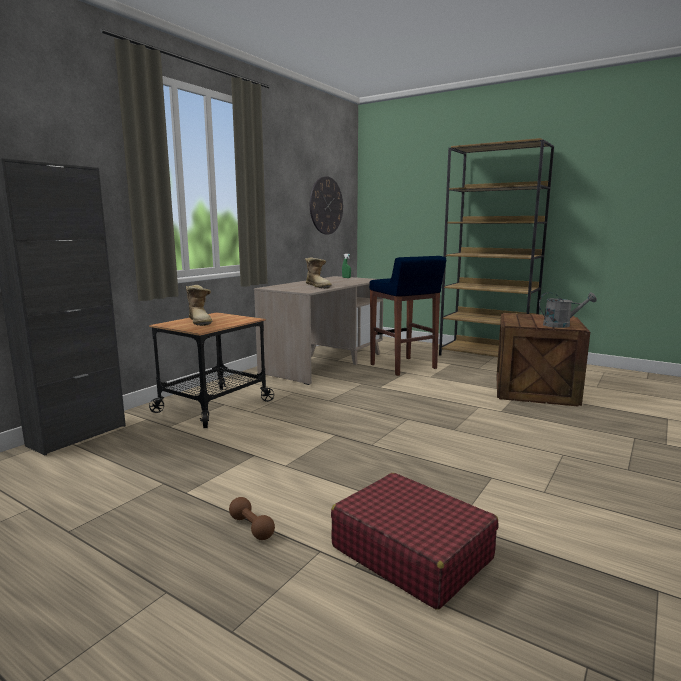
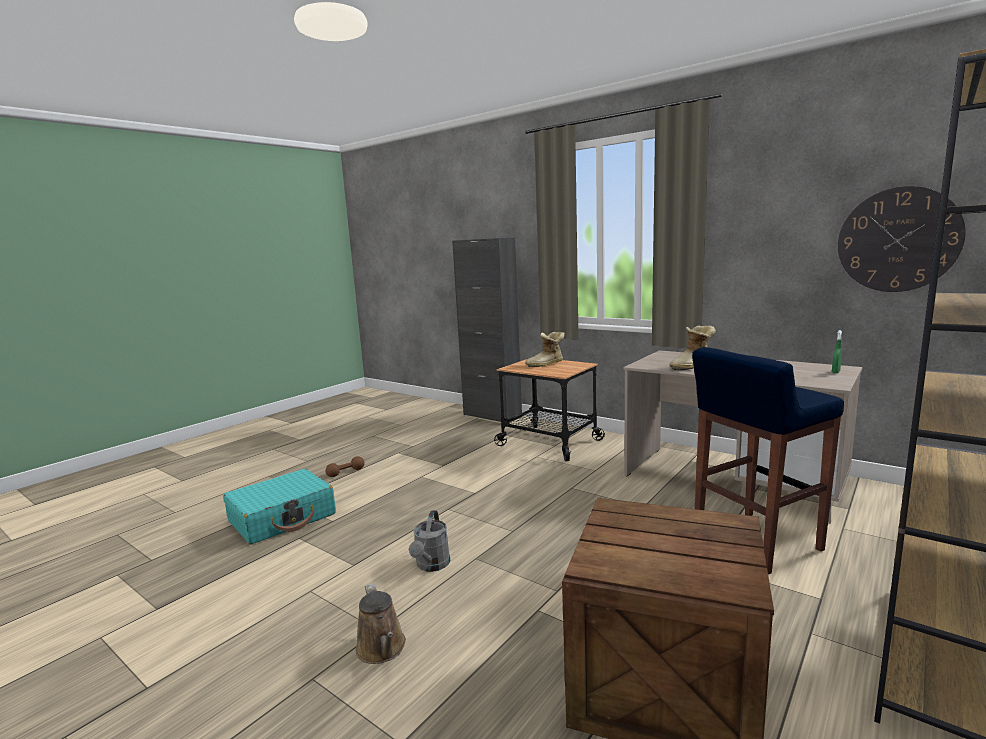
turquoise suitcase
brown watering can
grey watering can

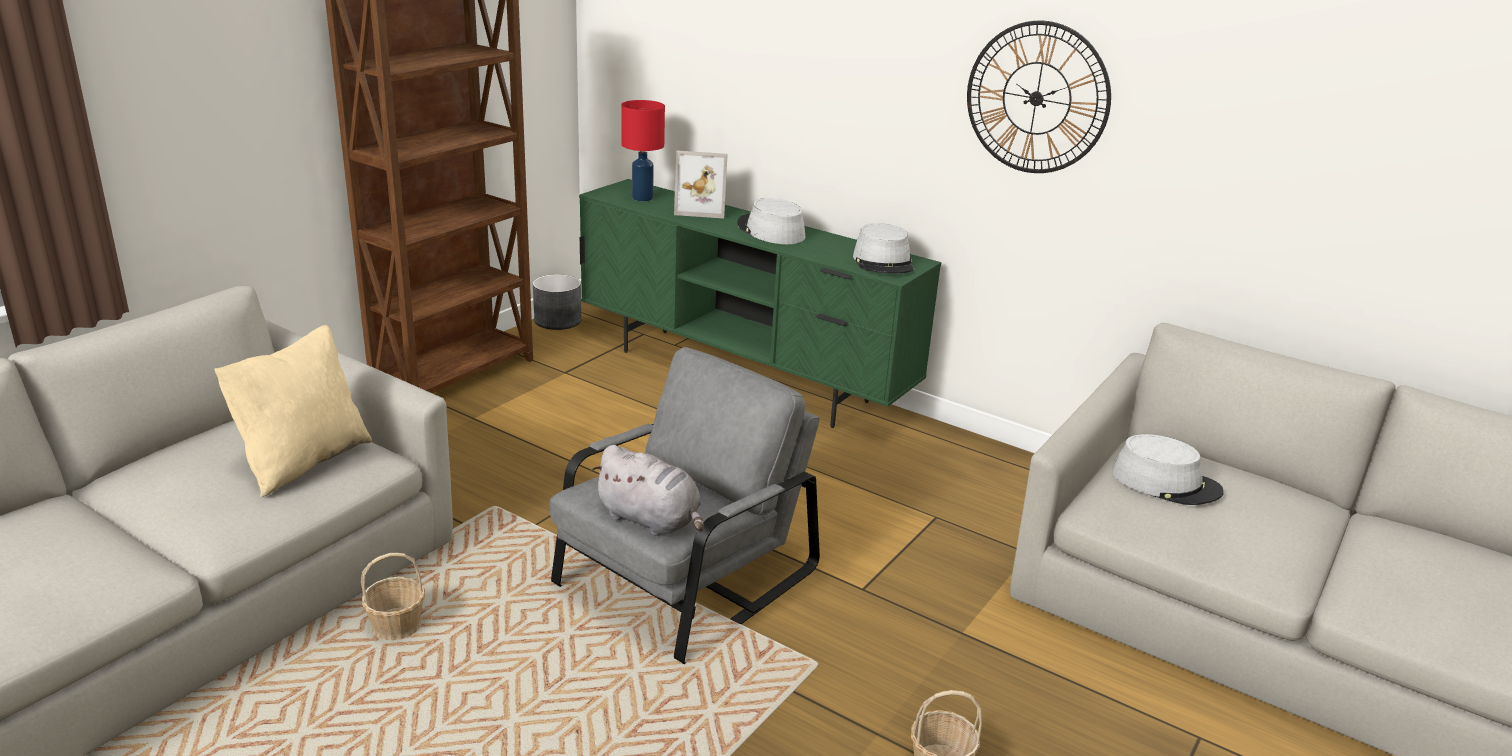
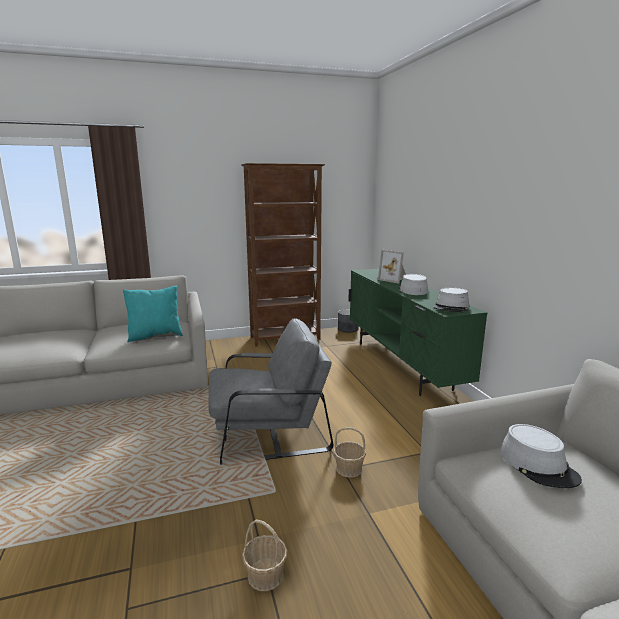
turquoise pillow
basket (2nd from left)
grey plush toy
red table lamp
wall clock

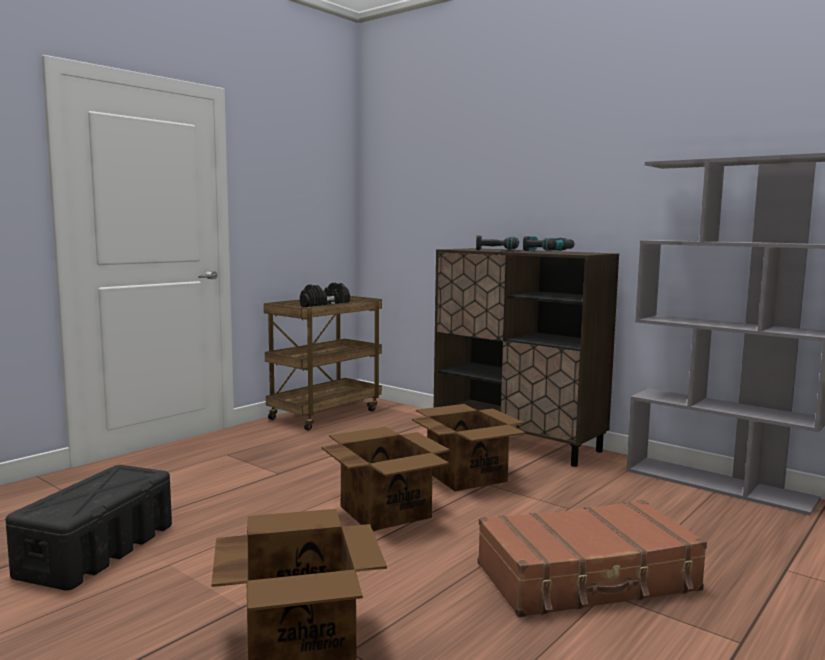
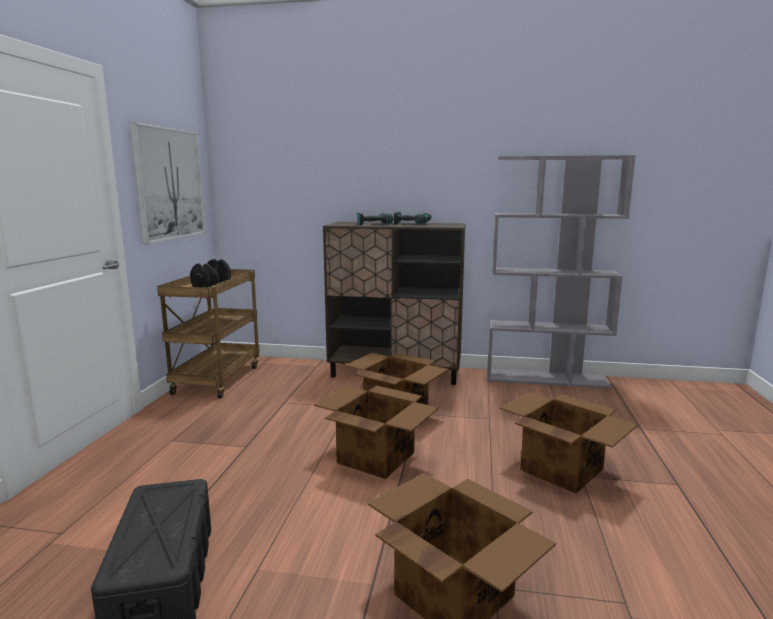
picture
cardboard box (4th from left)

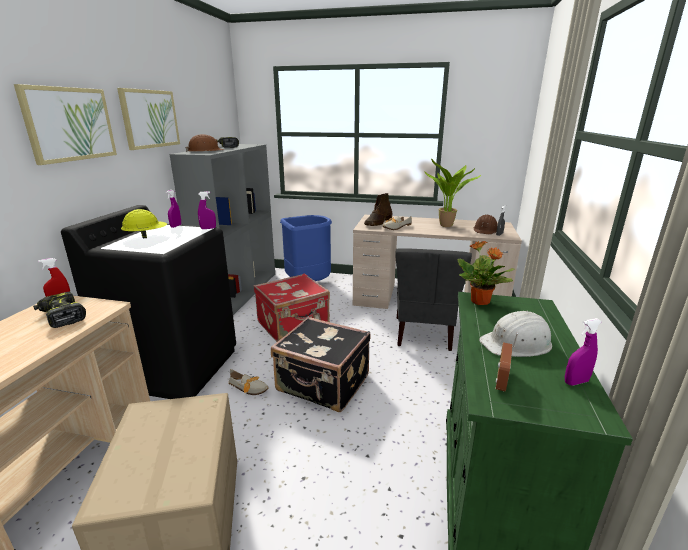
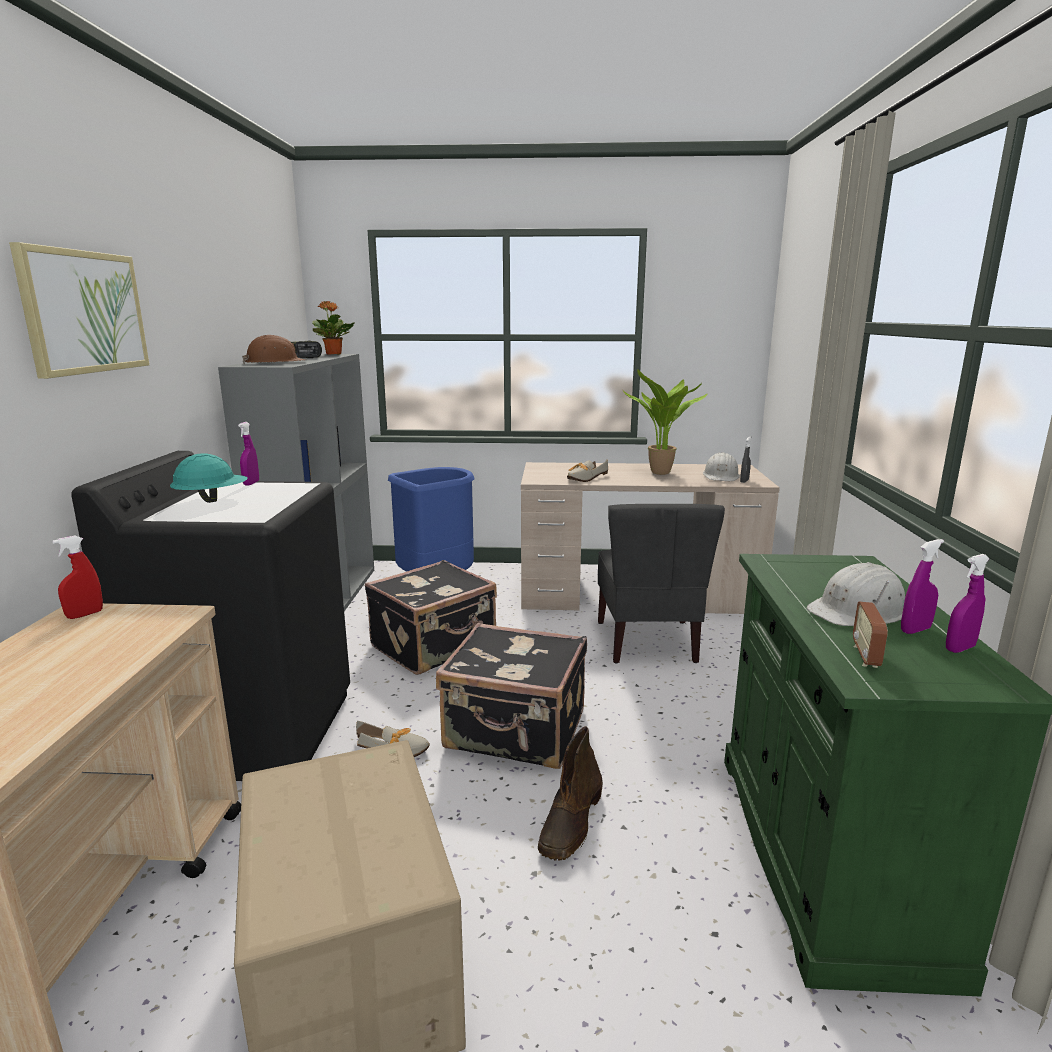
turquoise hard hat
potted plant (1st from left)
black suitcase (1st from left)
brown boot
white hard hat (1st from left)
purple spray bottle (2nd from left)
power drill (1st from left in the first image)
picture (2nd from left in the first image)

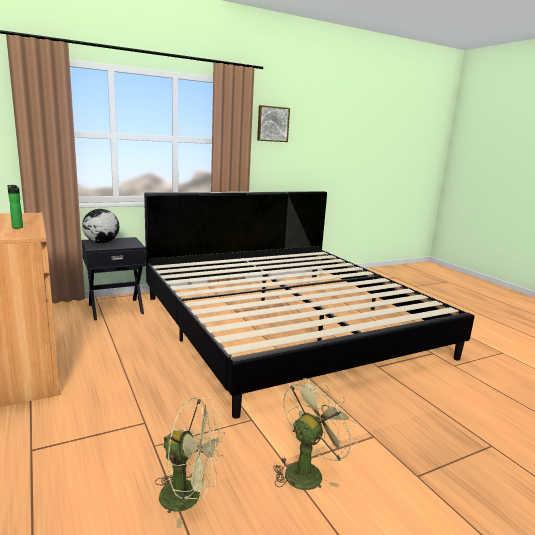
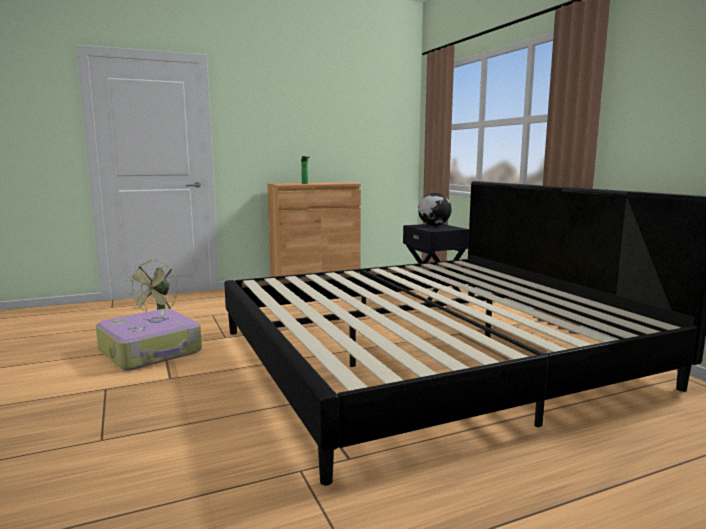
suitcase
picture

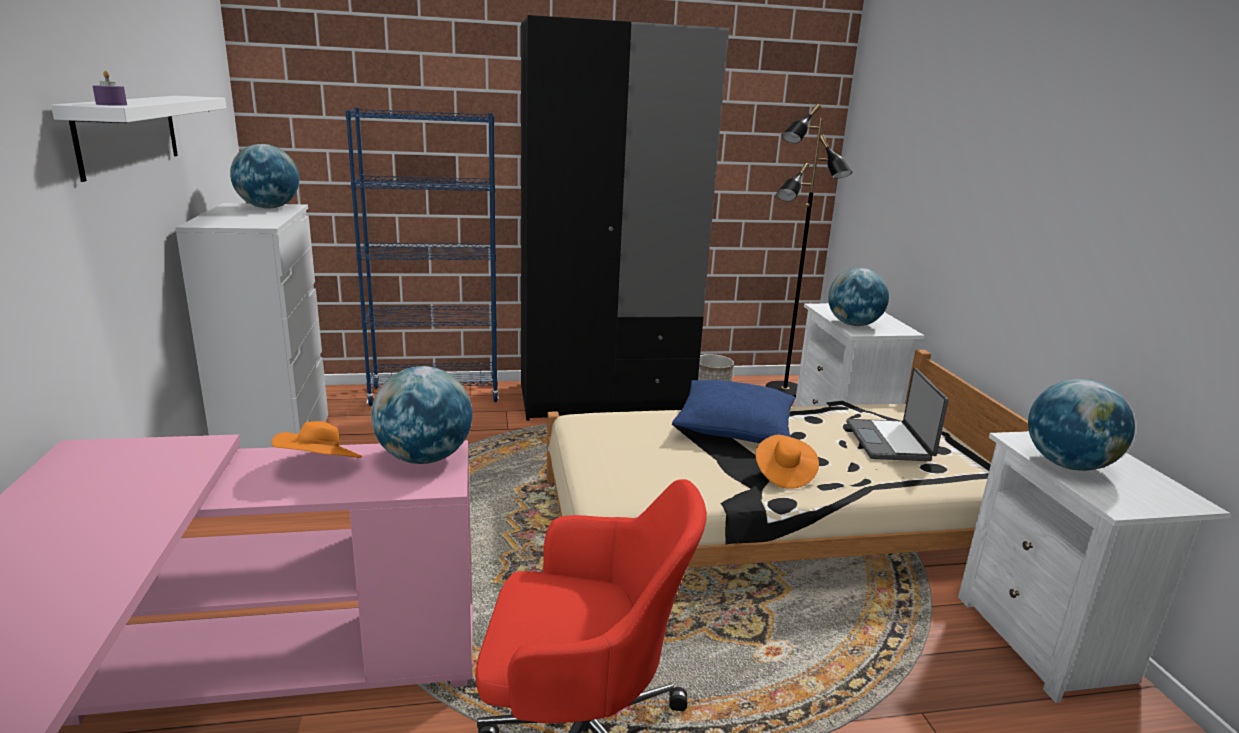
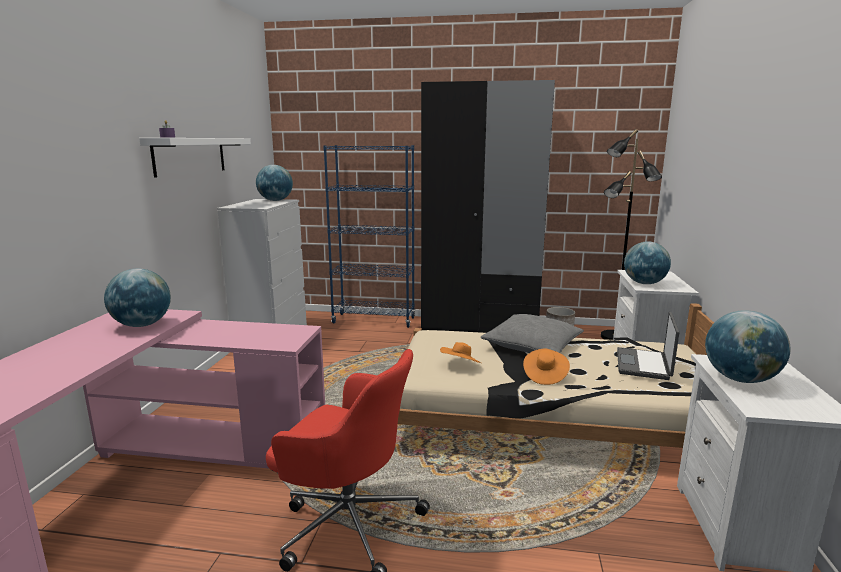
globe (1st from left)
orange hat (1st from left)
grey pillow

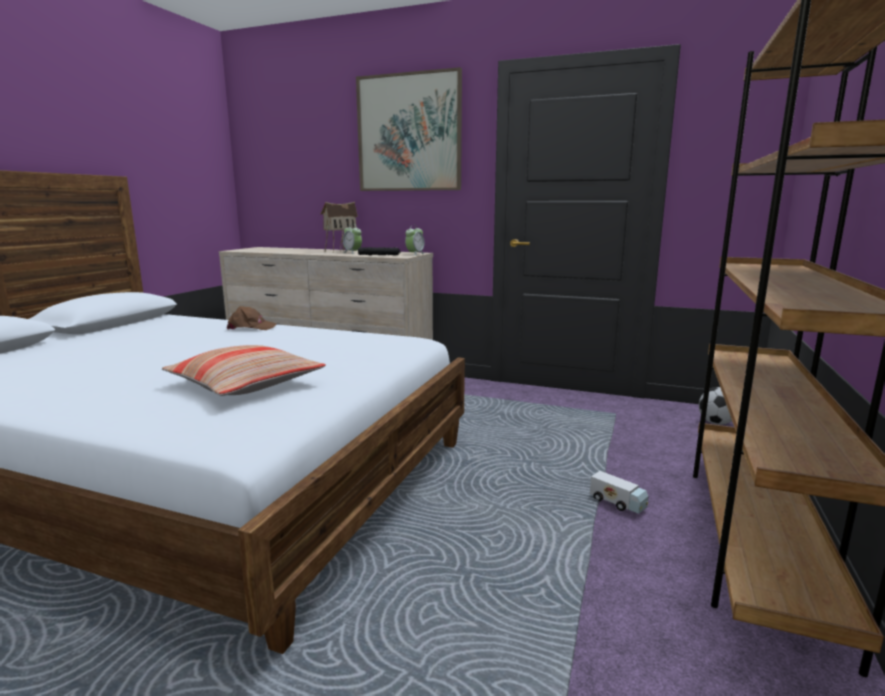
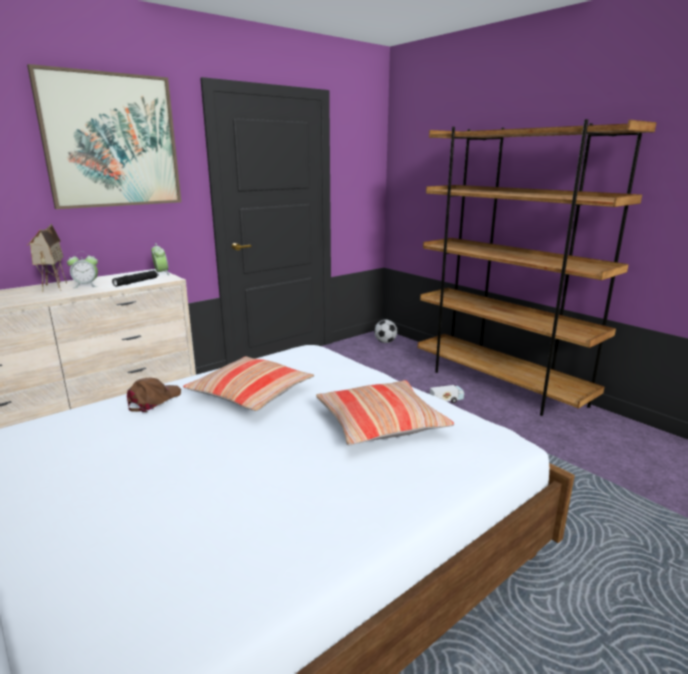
pillow (1st from left)

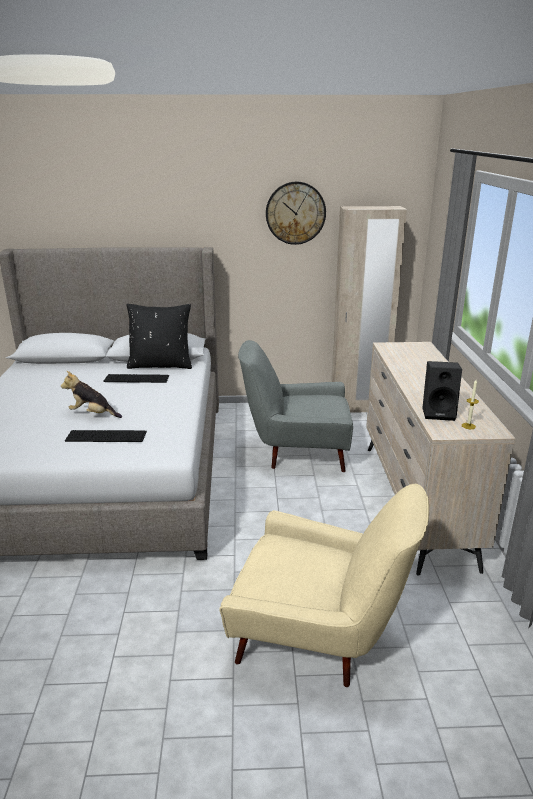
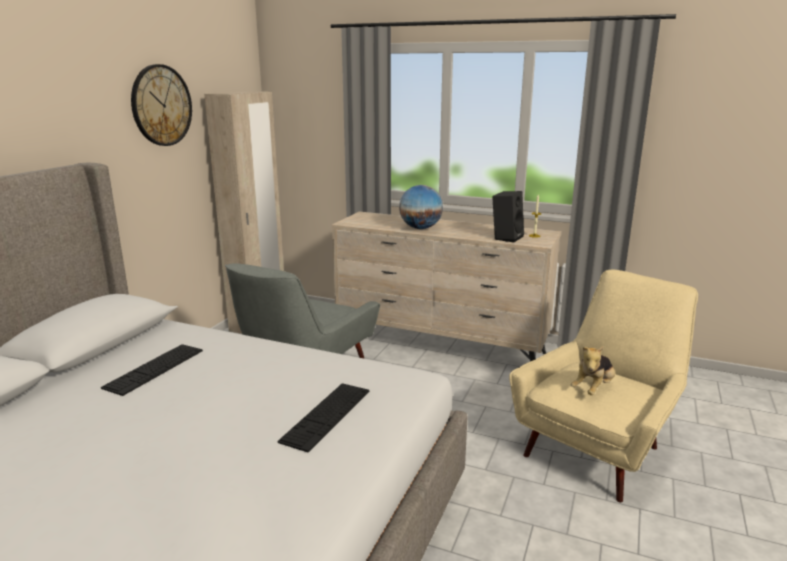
globe
plush toy
black pillow

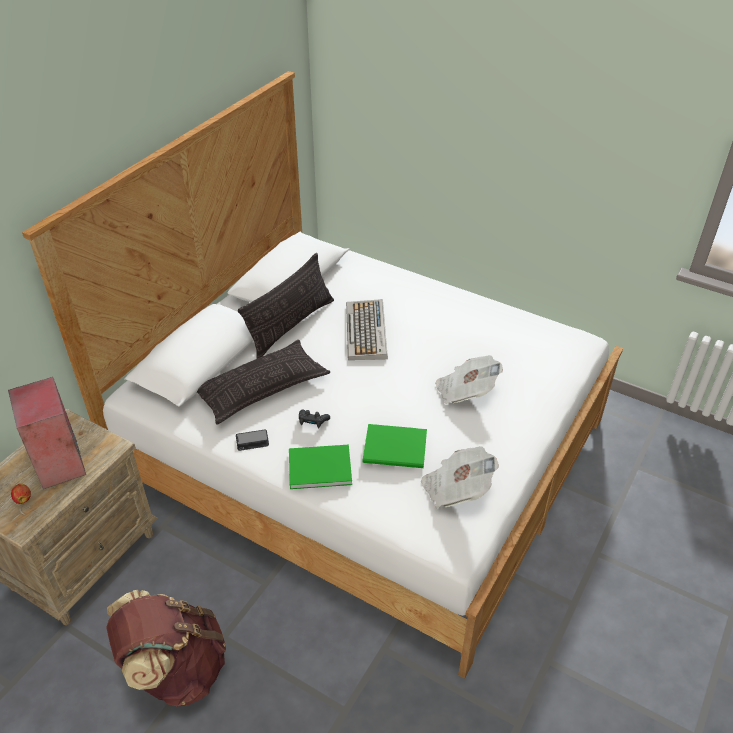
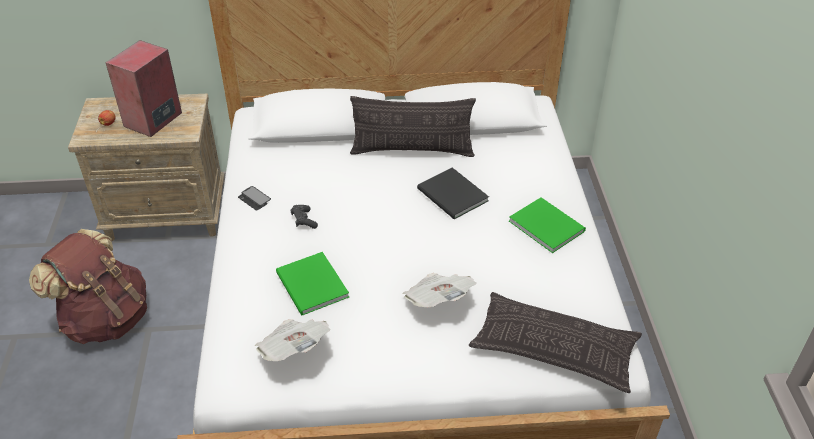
black book
pillow (2nd from left)
green book (2nd from left)

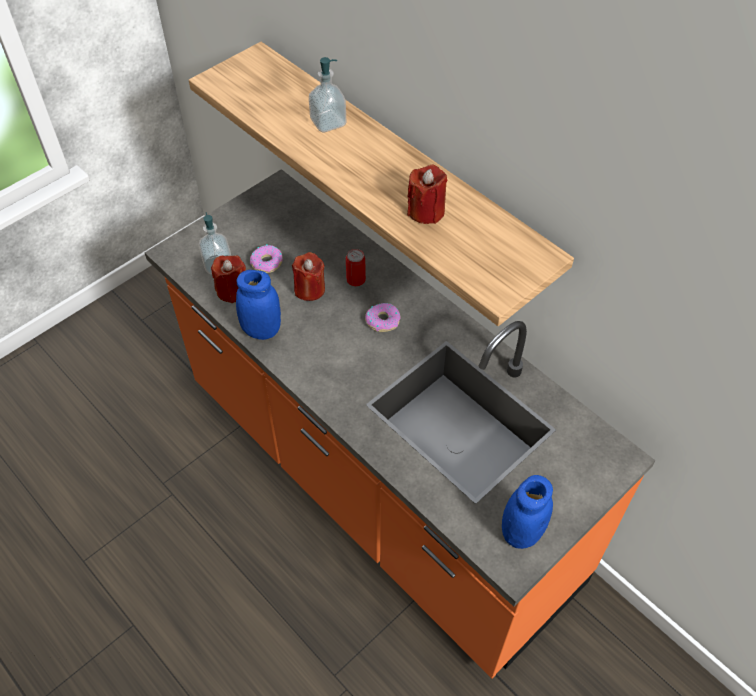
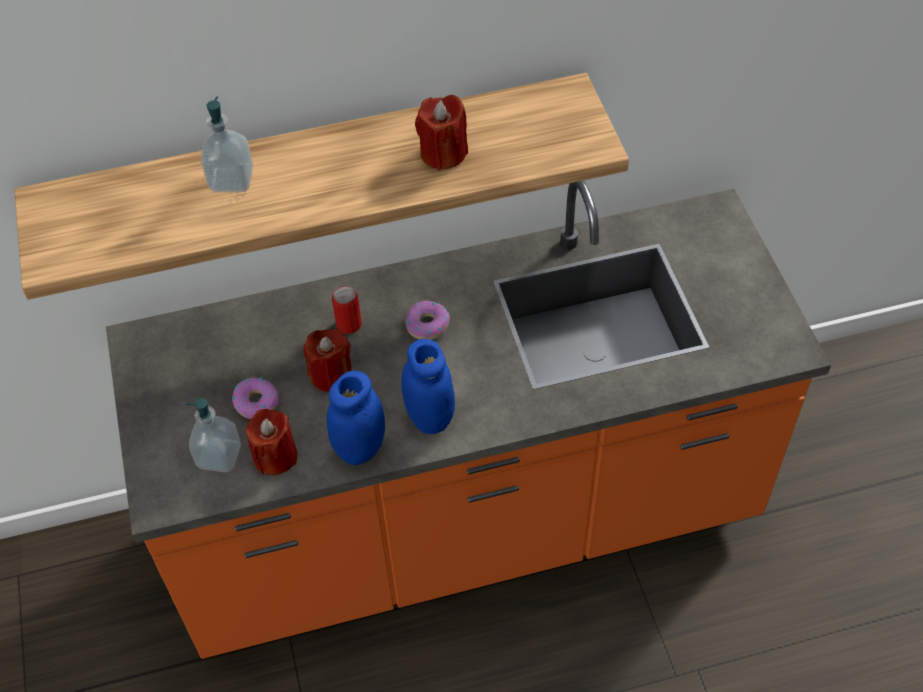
blue jar (2nd from left)

